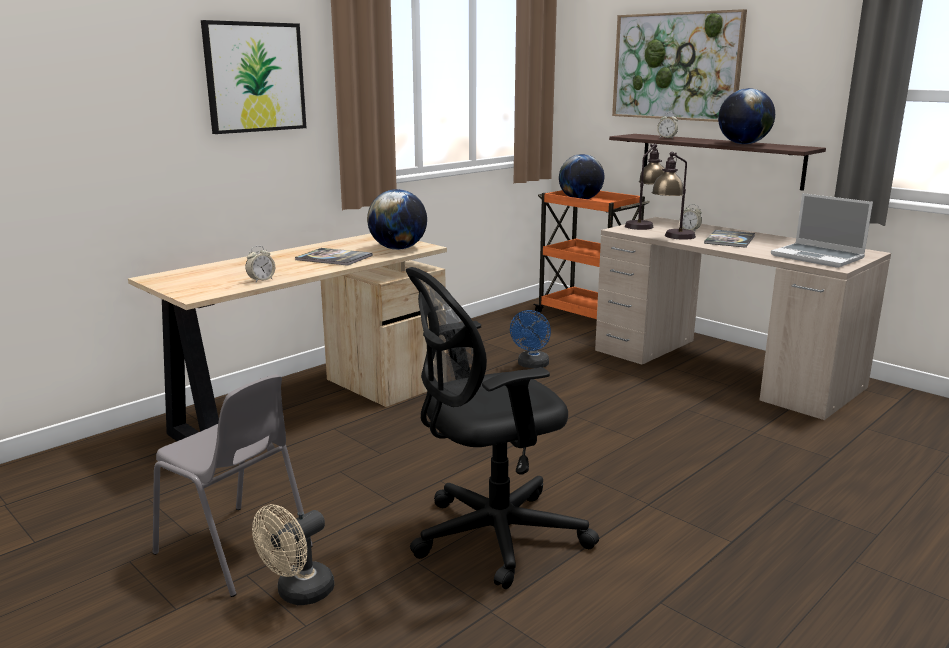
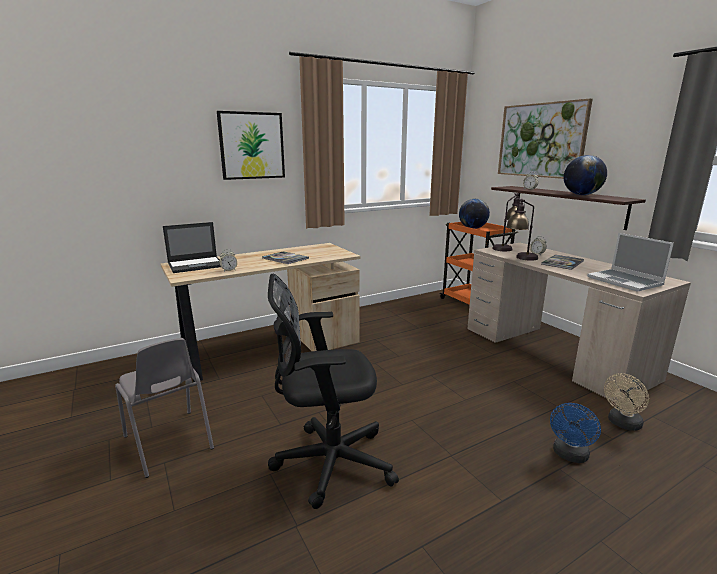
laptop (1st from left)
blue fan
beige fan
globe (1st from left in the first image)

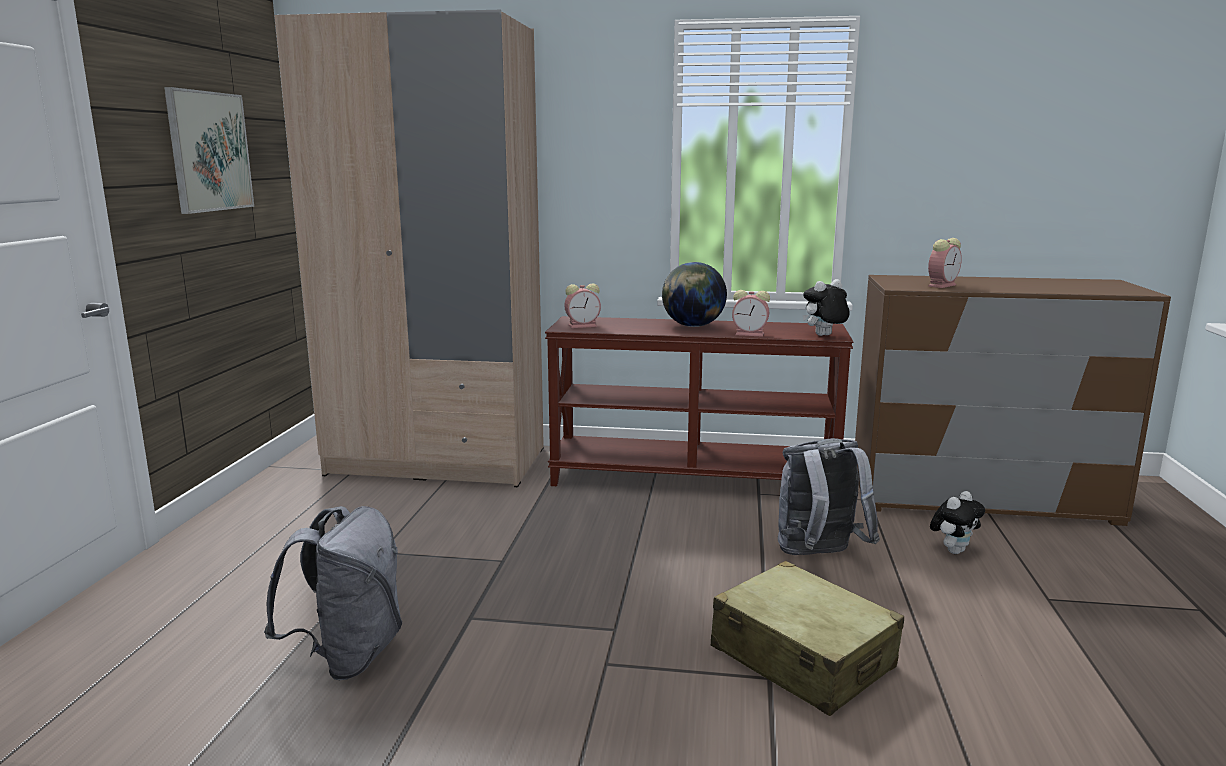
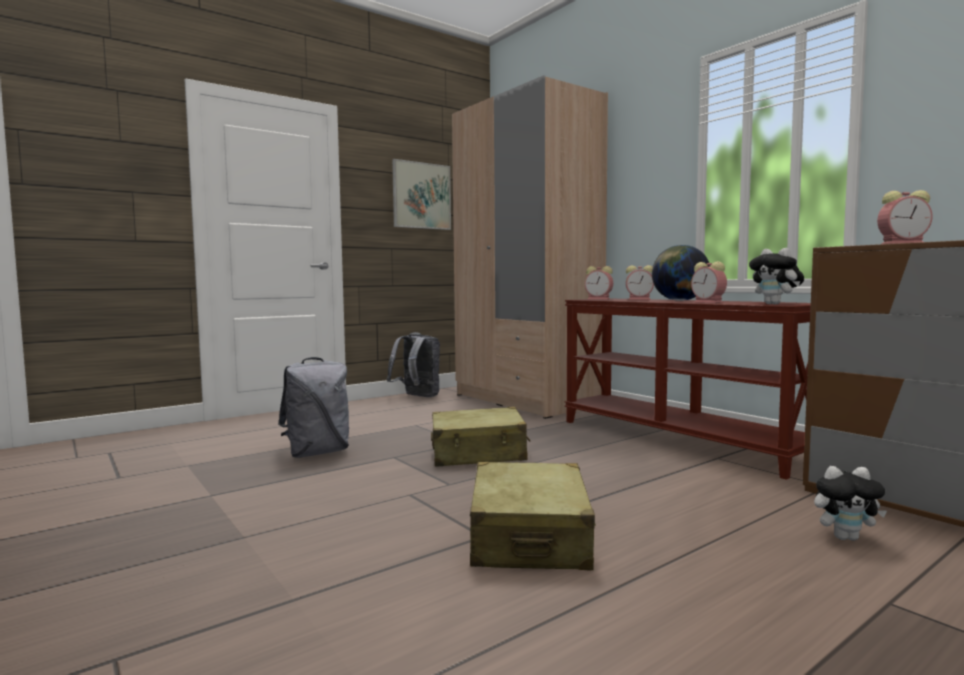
grey backpack (2nd from left)
beige suitcase (1st from left)
alarm clock (2nd from left)
plush toy (1st from left)

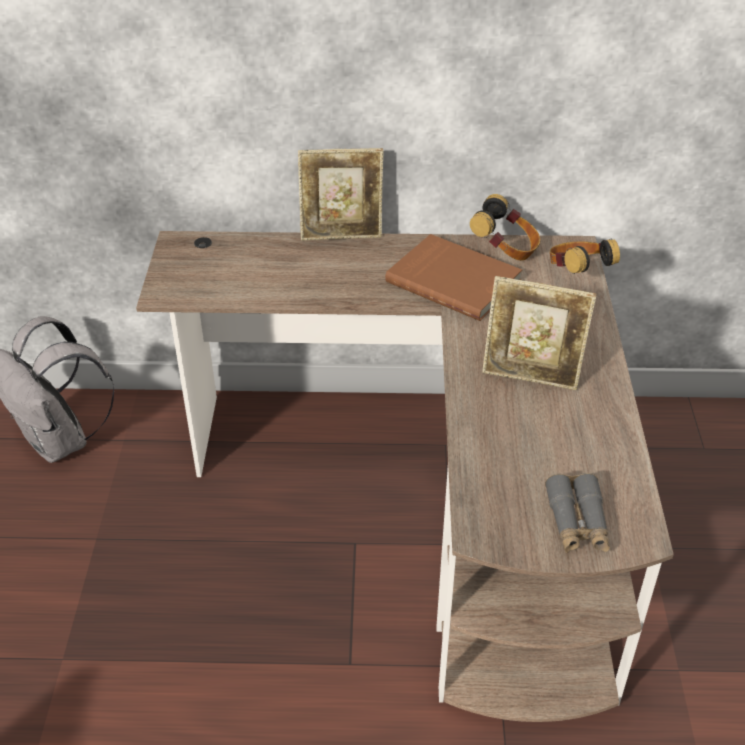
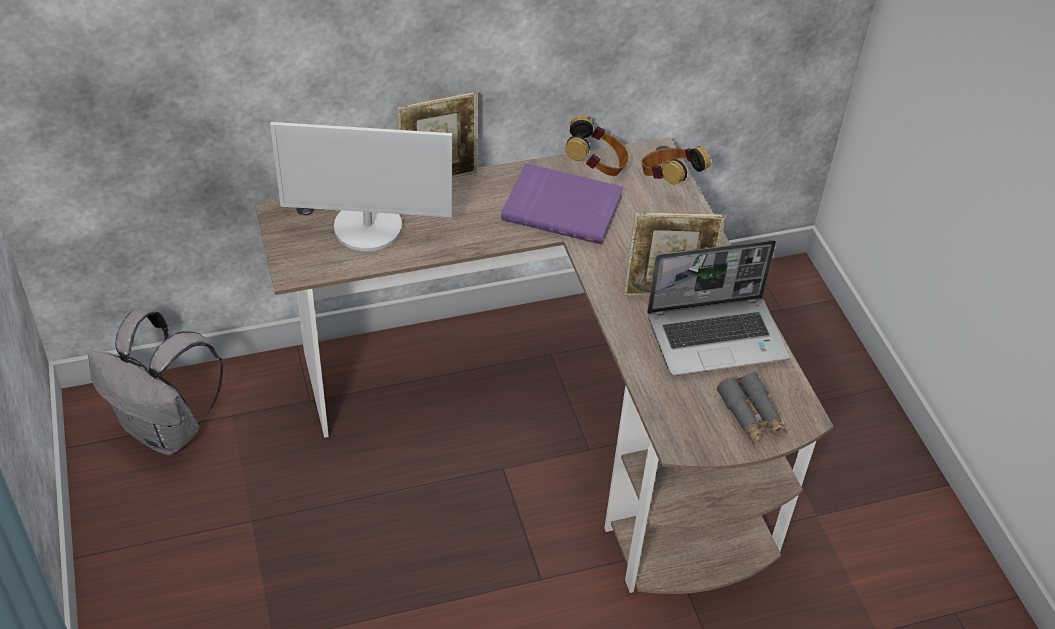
monitor
purple book
laptop

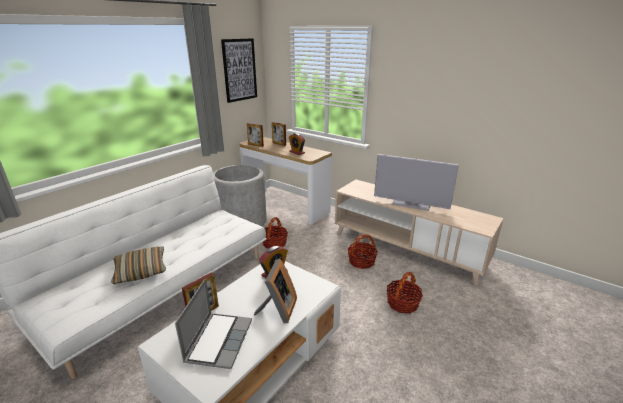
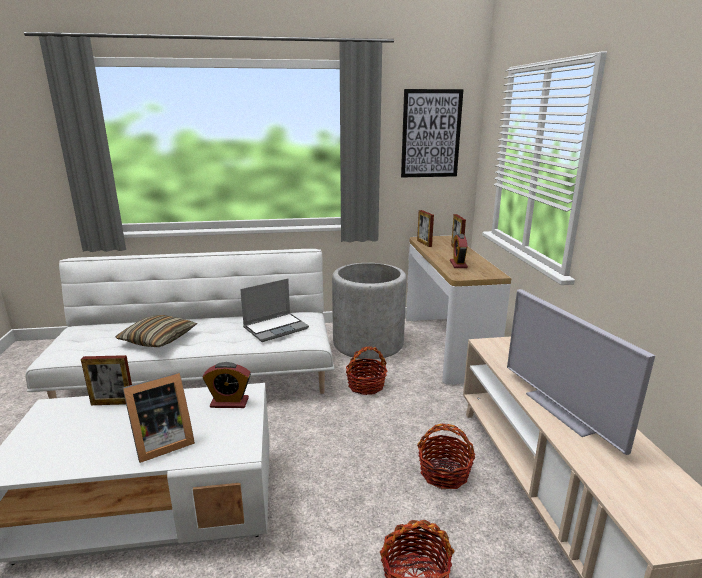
laptop

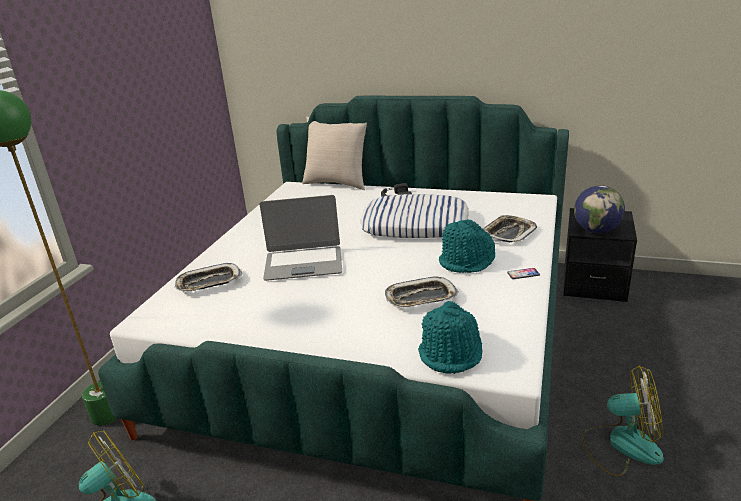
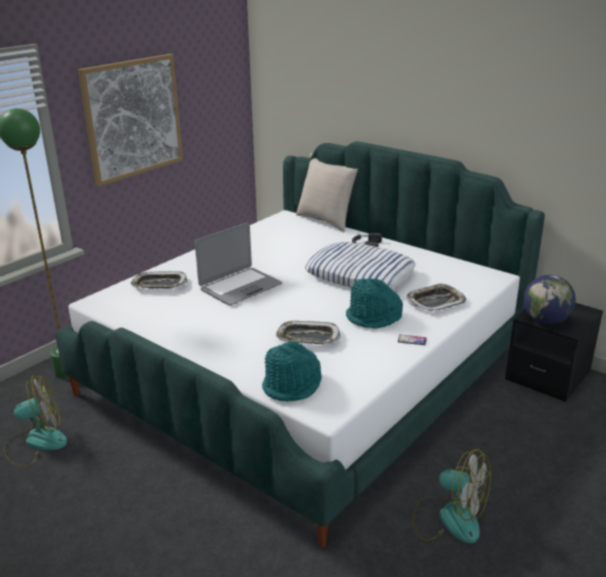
picture
laptop

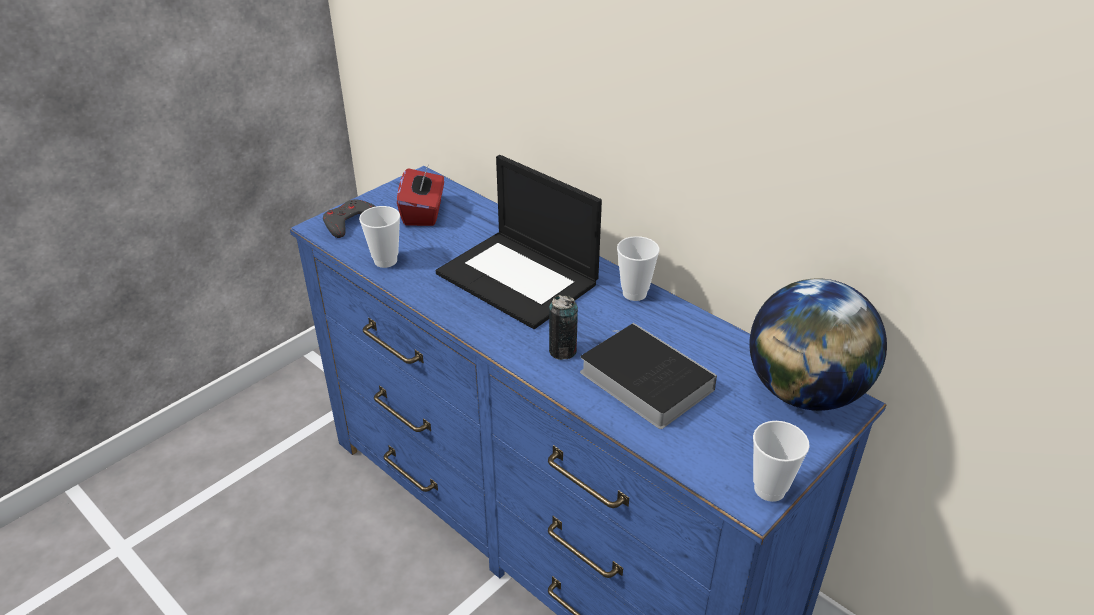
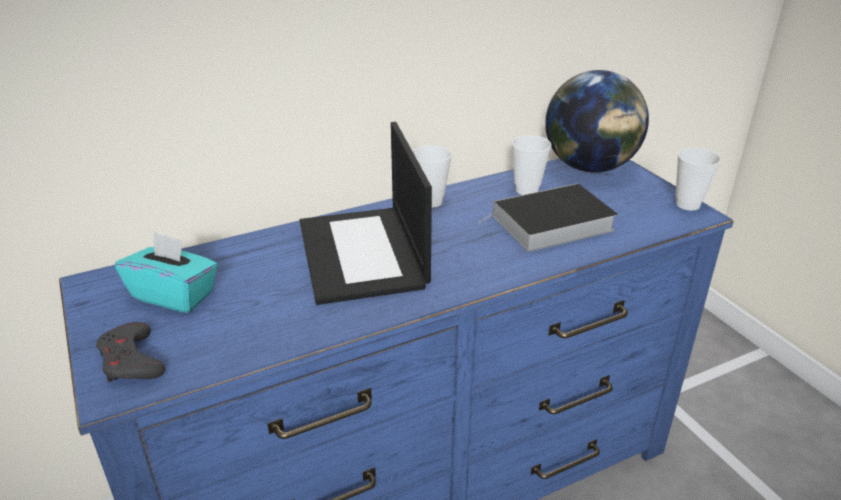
turquoise tissue box
laptop
cup (2nd from left)
can

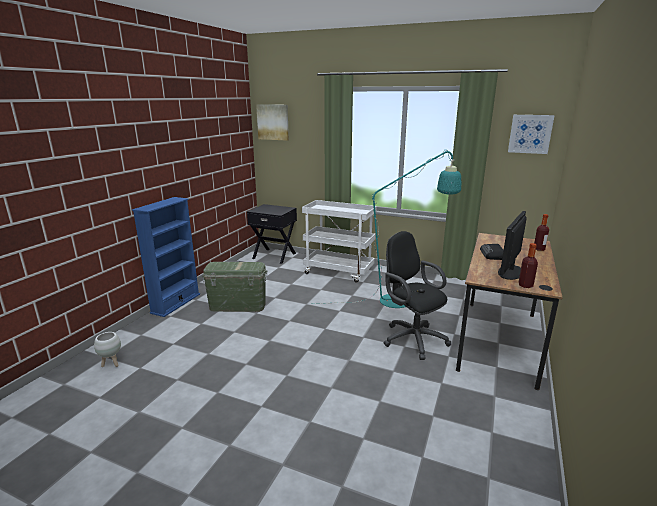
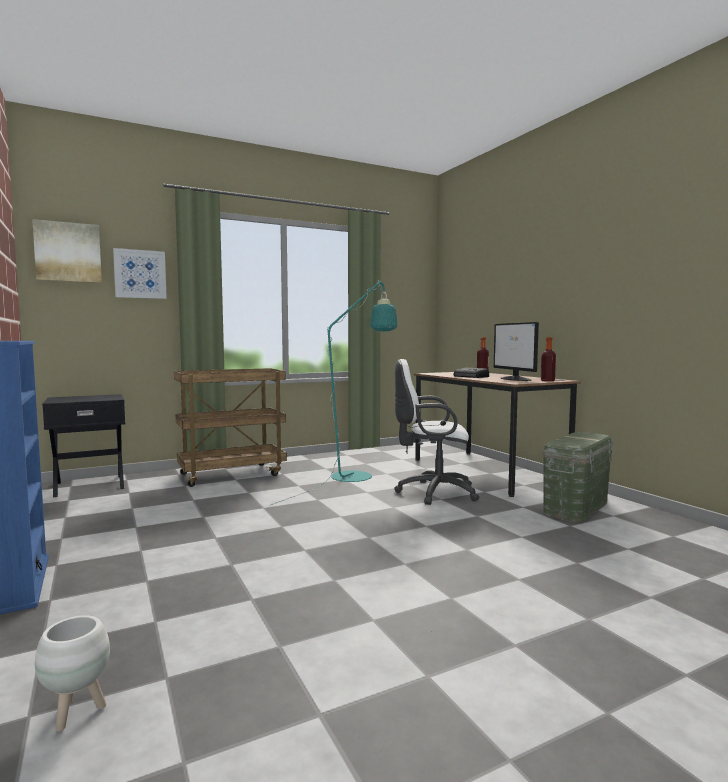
picture (2nd from left)
brown cart
white office chair
green storage box

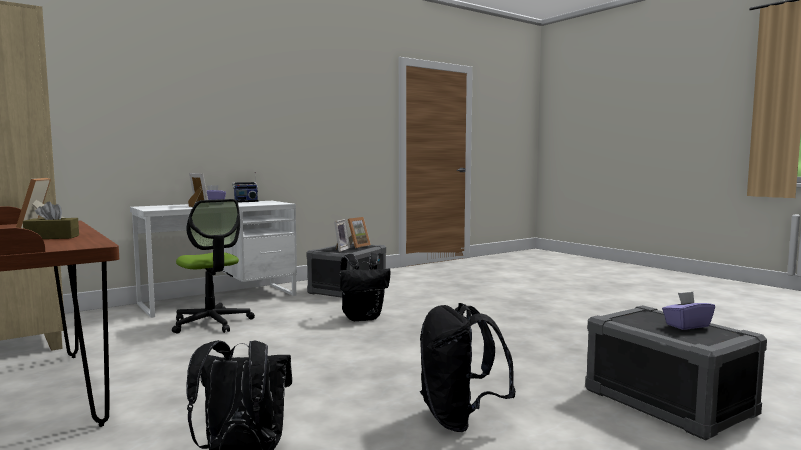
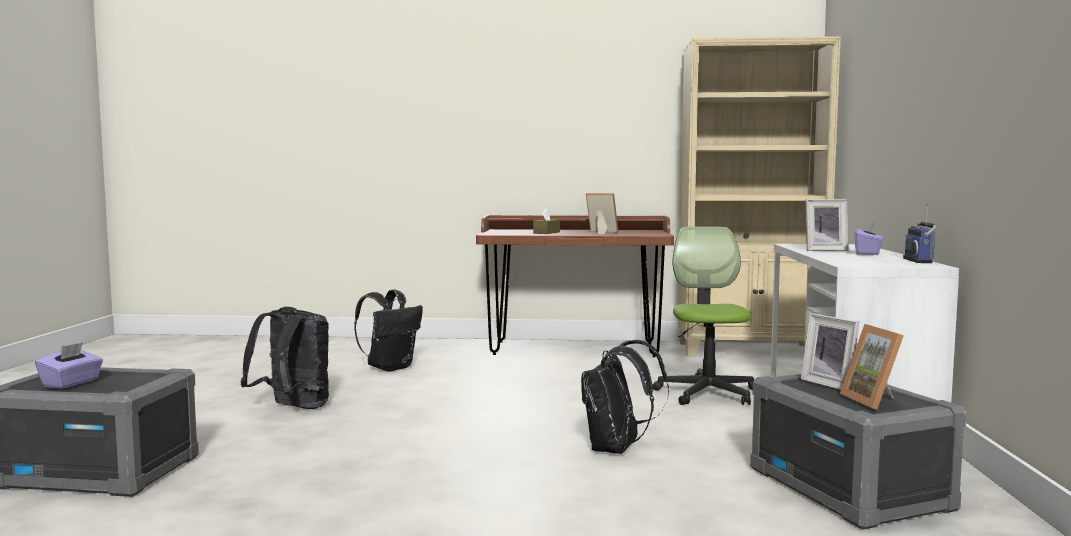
office chair

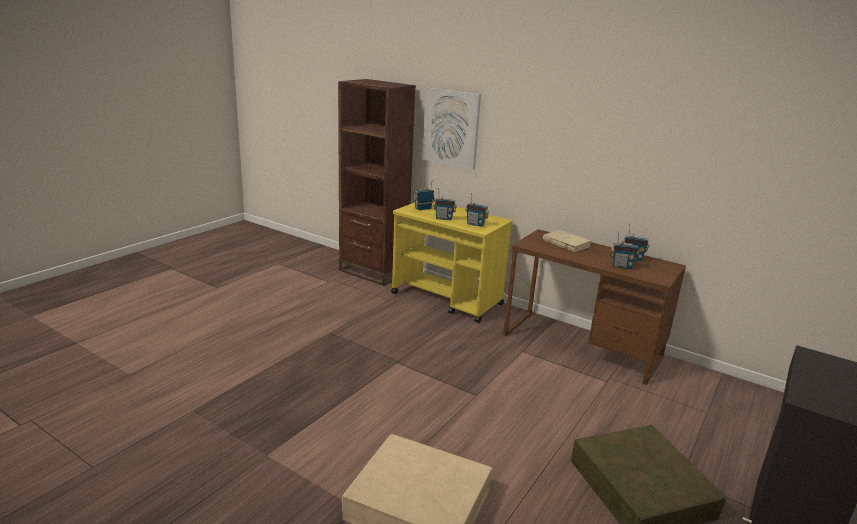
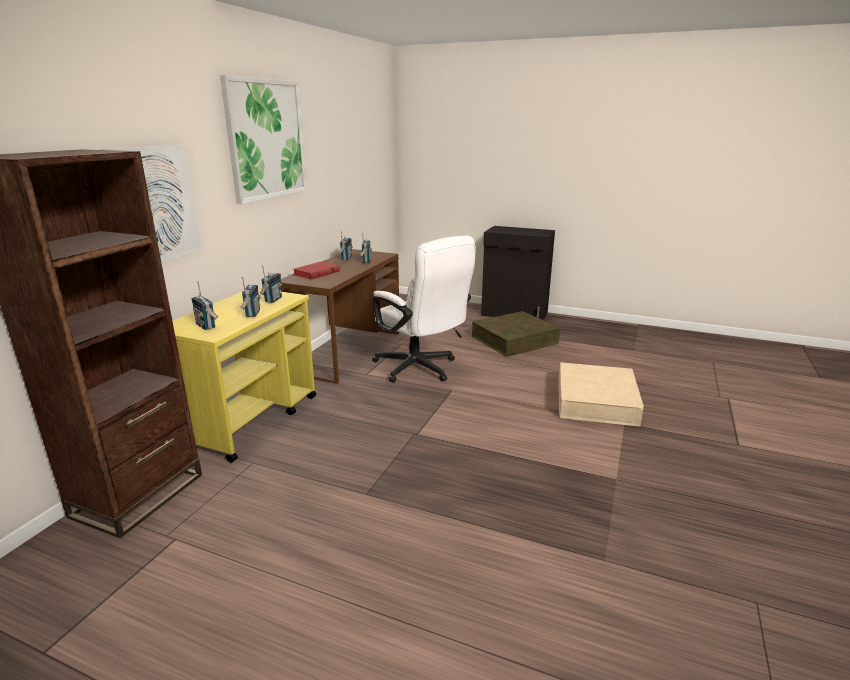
picture (2nd from left)
red book
white office chair

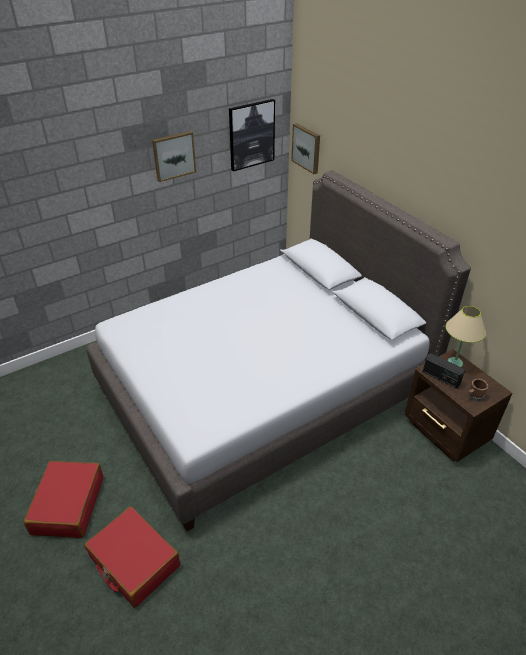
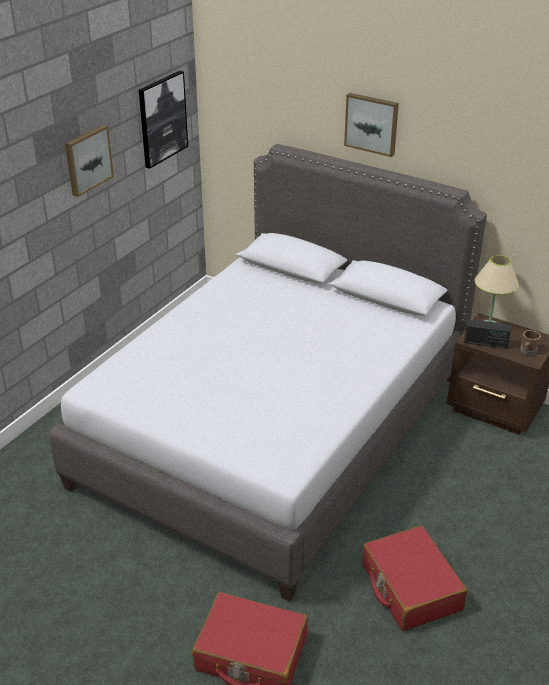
picture (3rd from left)
red suitcase (2nd from left)

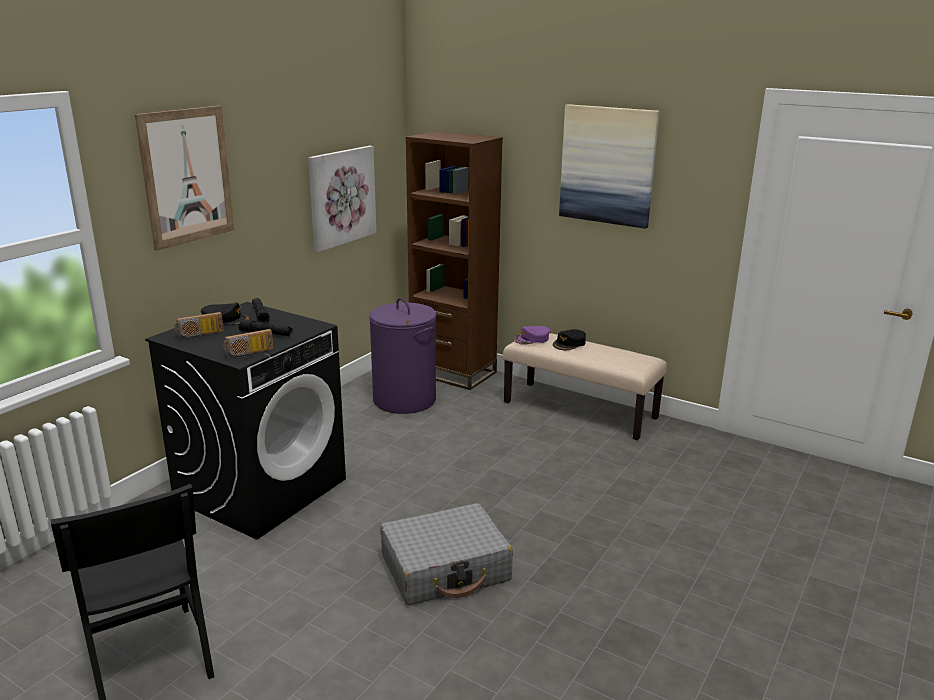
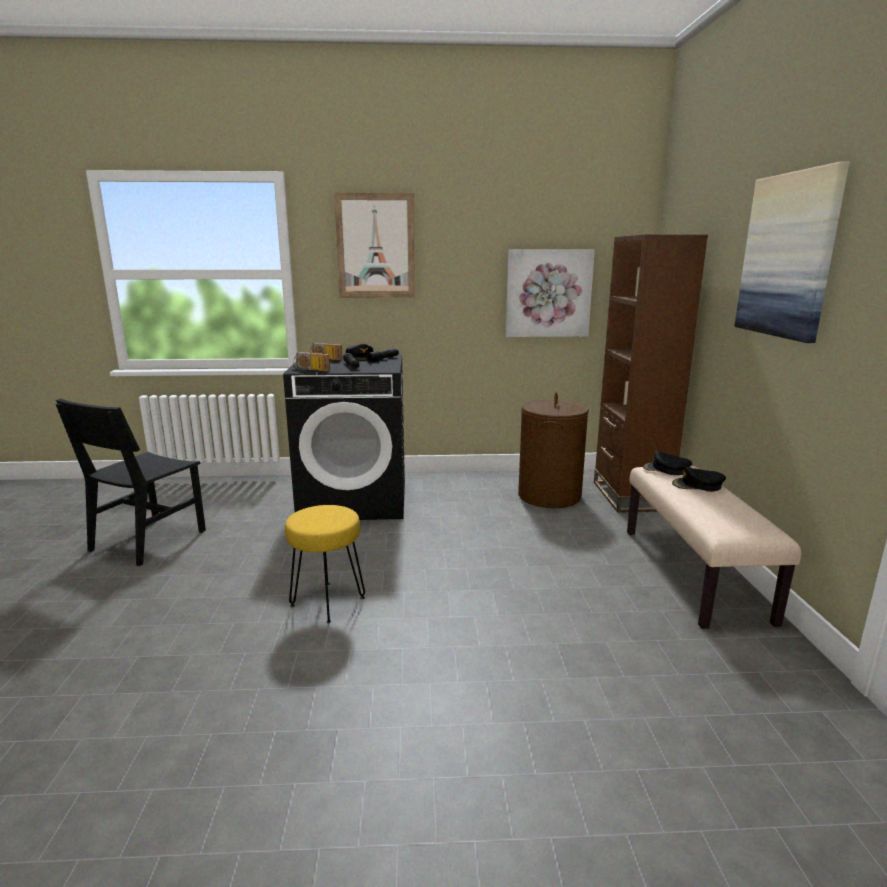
yellow stool
brown laundry basket
black cap (2nd from left)

